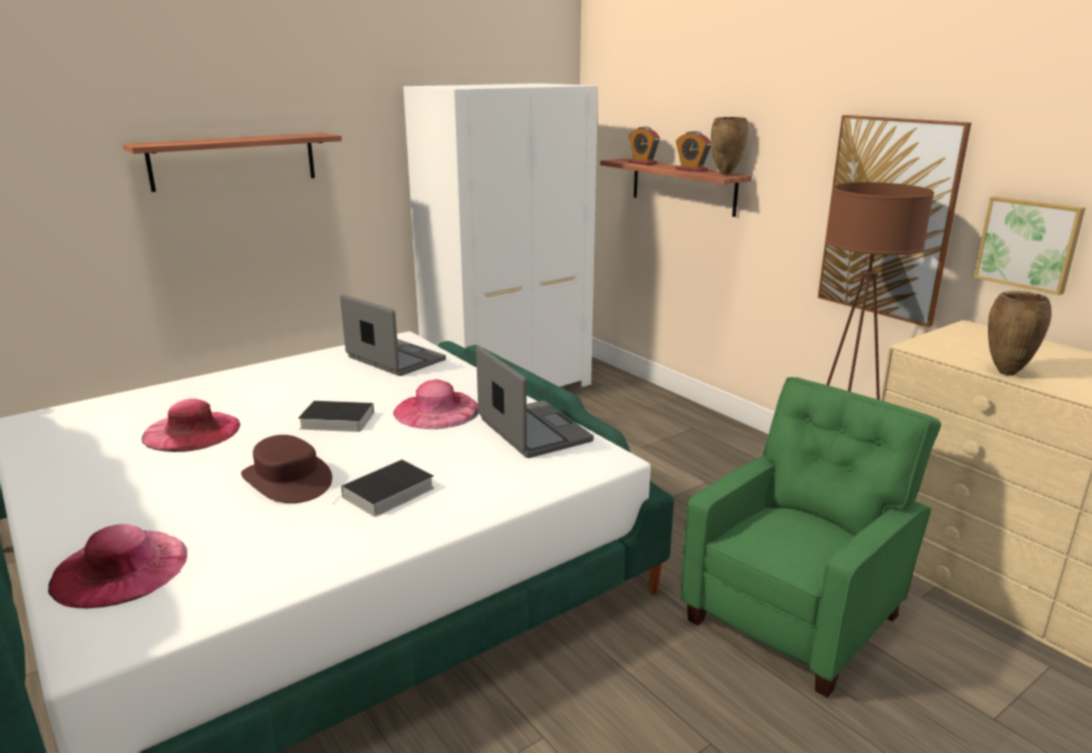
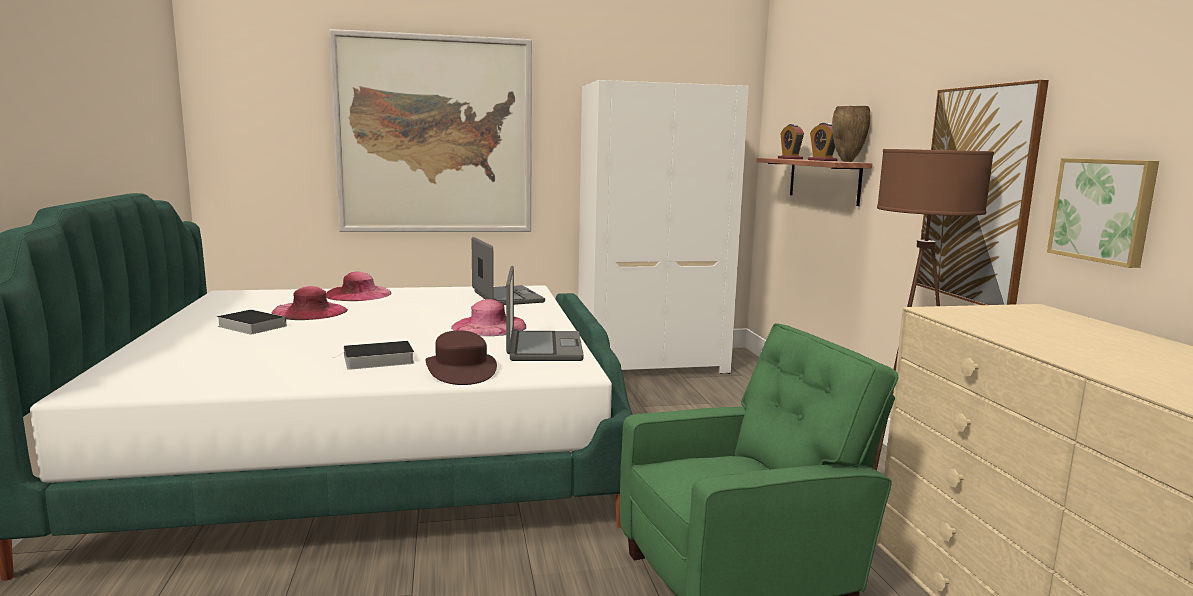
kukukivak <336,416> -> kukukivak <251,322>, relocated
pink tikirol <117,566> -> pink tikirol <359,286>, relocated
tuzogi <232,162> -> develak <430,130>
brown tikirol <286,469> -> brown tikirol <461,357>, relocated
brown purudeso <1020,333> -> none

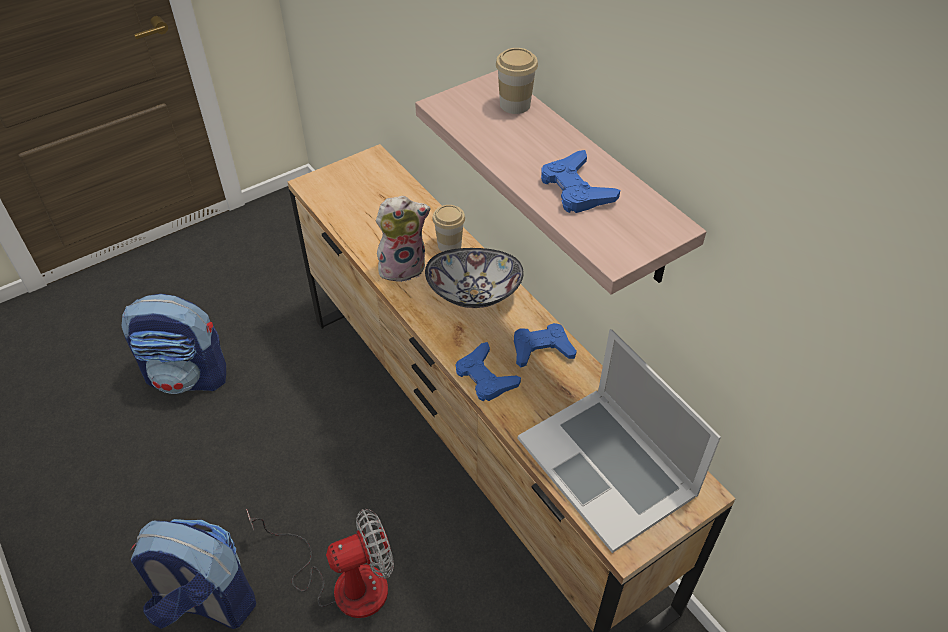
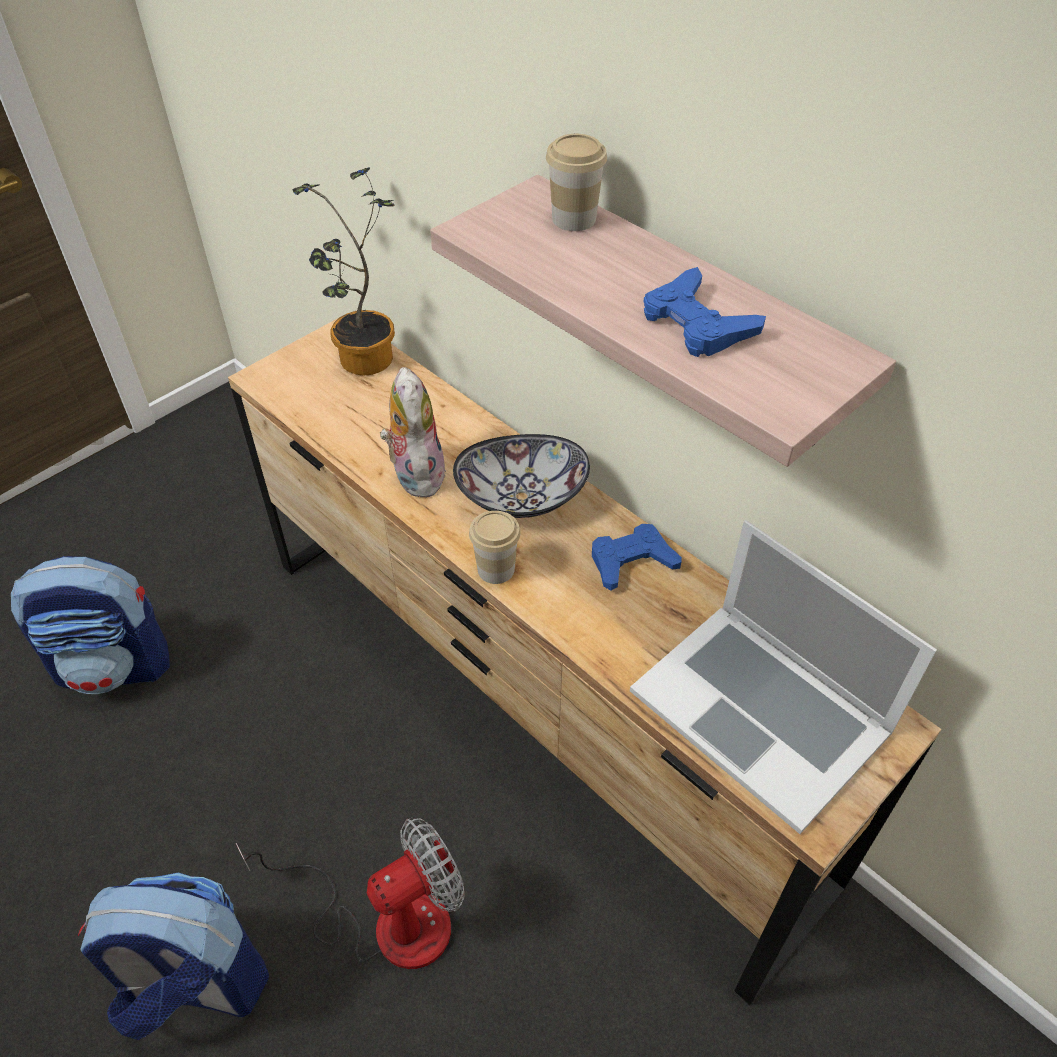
none -> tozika <344,271>
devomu <403,239> -> devomu <413,432>, 75 degrees counterclockwise
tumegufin <448,228> -> tumegufin <495,547>, relocated
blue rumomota <488,371> -> none

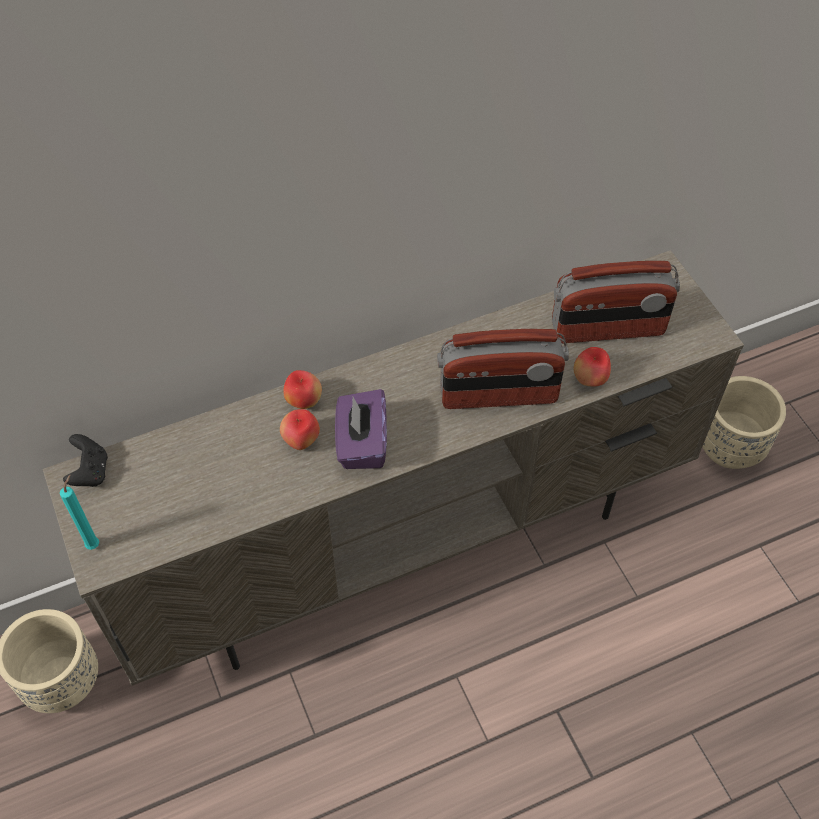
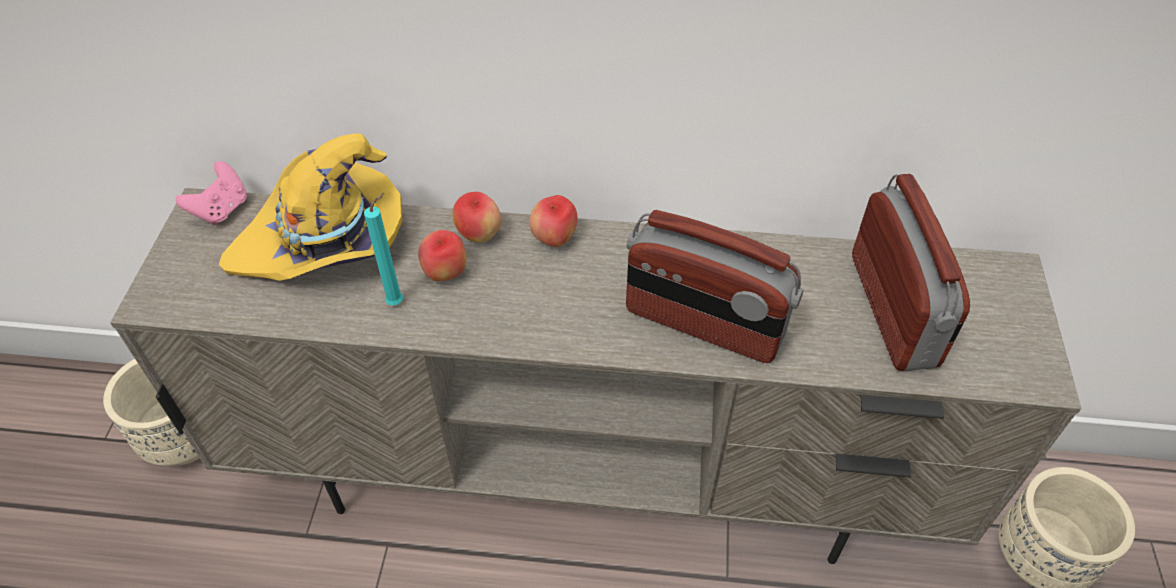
black rumomota <85,460> -> pink rumomota <211,193>
none -> yellow tikirol <310,207>
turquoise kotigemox <79,512> -> turquoise kotigemox <383,249>, relocated
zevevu <592,366> -> zevevu <553,221>, relocated
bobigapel <616,302> -> bobigapel <911,272>, 120 degrees counterclockwise
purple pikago <361,429> -> none

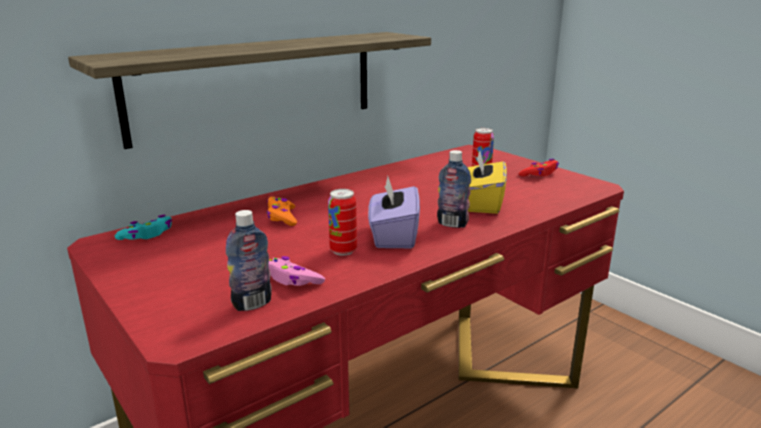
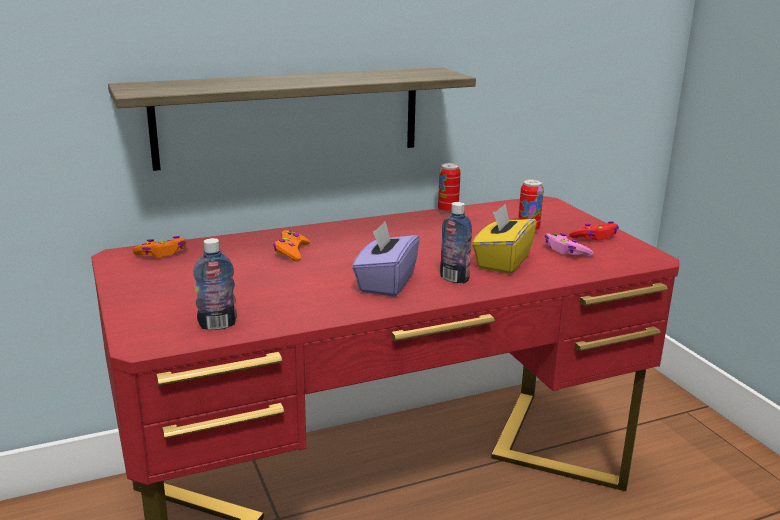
turquoise rumomota <143,227> -> orange rumomota <160,246>
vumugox <342,222> -> vumugox <449,188>, relocated
pink rumomota <297,271> -> pink rumomota <569,245>, relocated

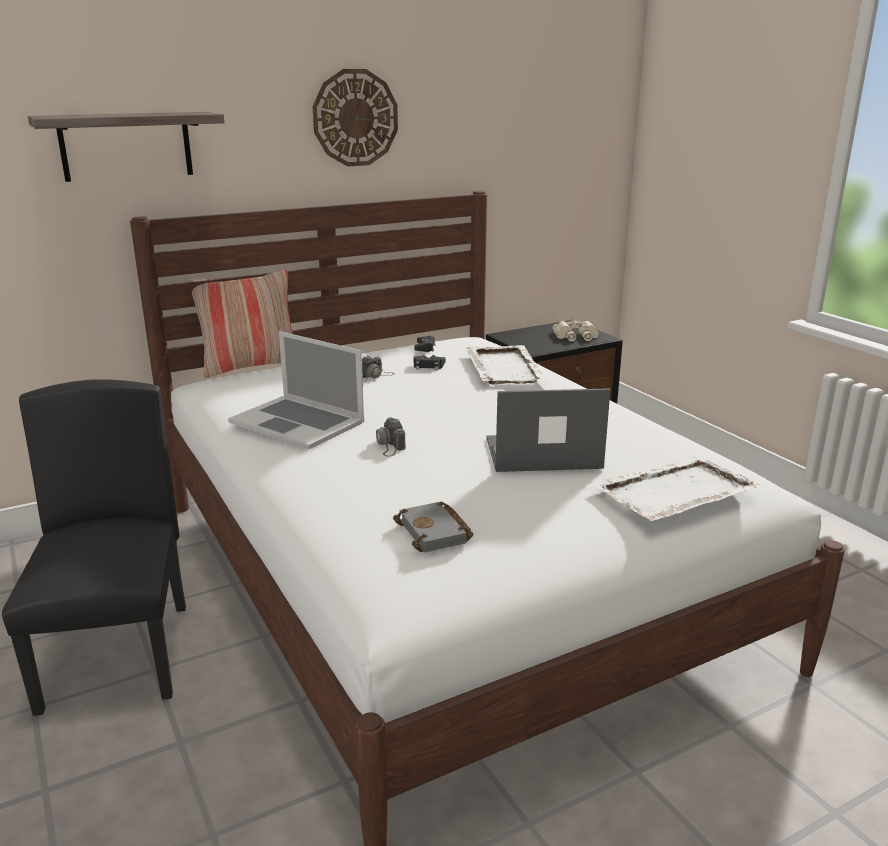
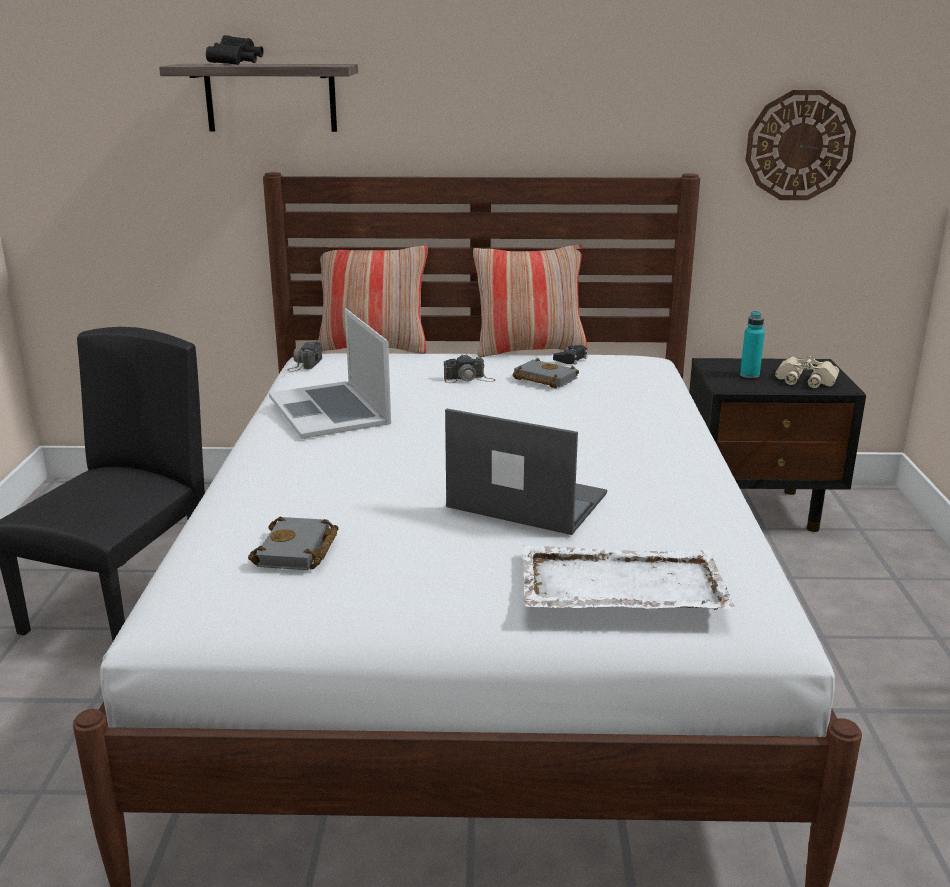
none -> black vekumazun <235,50>
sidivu <391,437> -> sidivu <304,357>, relocated
none -> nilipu <530,300>
black rumomota <429,362> -> grey kukukivak <546,373>
none -> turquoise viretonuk <752,344>
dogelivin <355,117> -> dogelivin <800,145>, relocated
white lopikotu <507,365> -> none

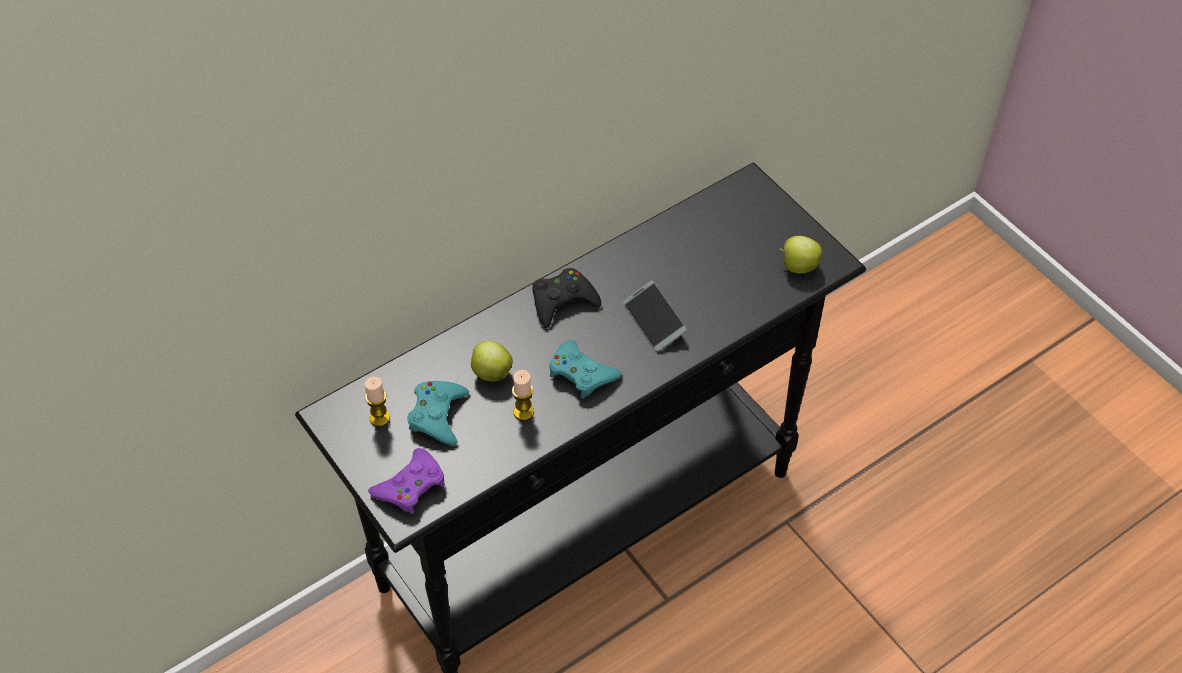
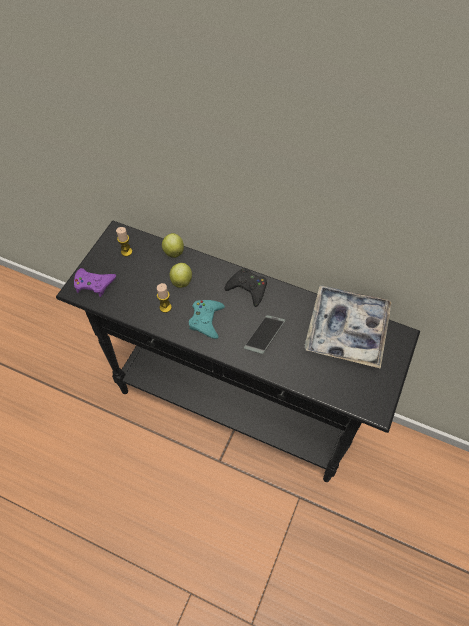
zevevu <800,254> -> zevevu <173,245>, relocated
none -> lopikotu <348,327>
turquoise rumomota <438,413> -> none

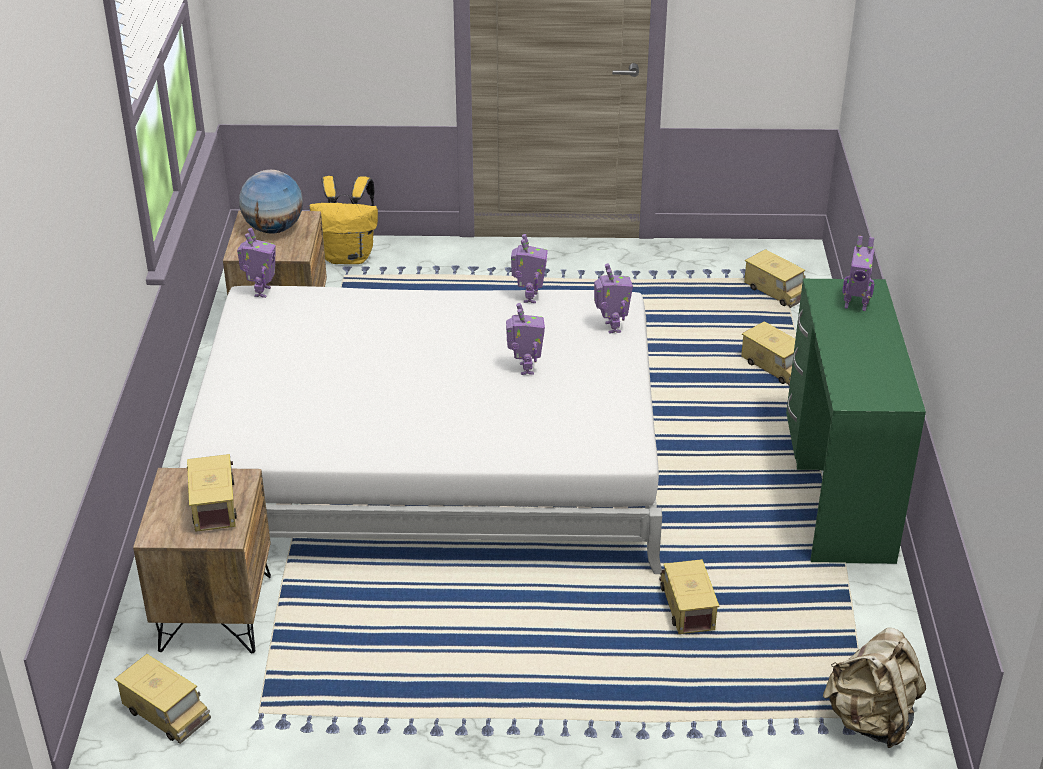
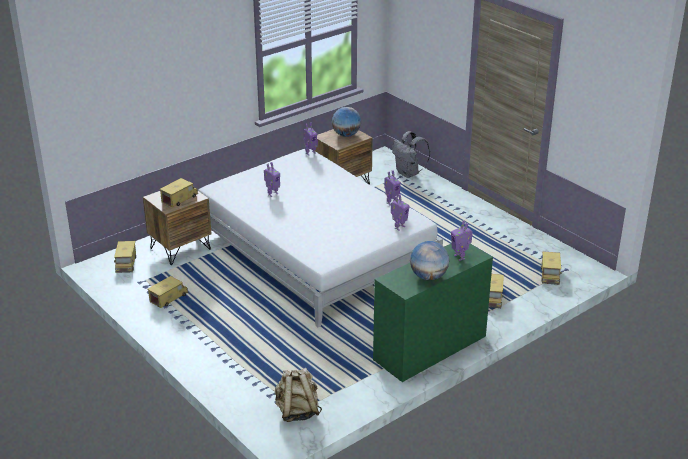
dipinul <689,596> -> dipinul <168,292>, relocated
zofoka <525,339> -> zofoka <272,179>, relocated
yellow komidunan <344,220> -> grey komidunan <411,154>
none -> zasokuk <429,260>

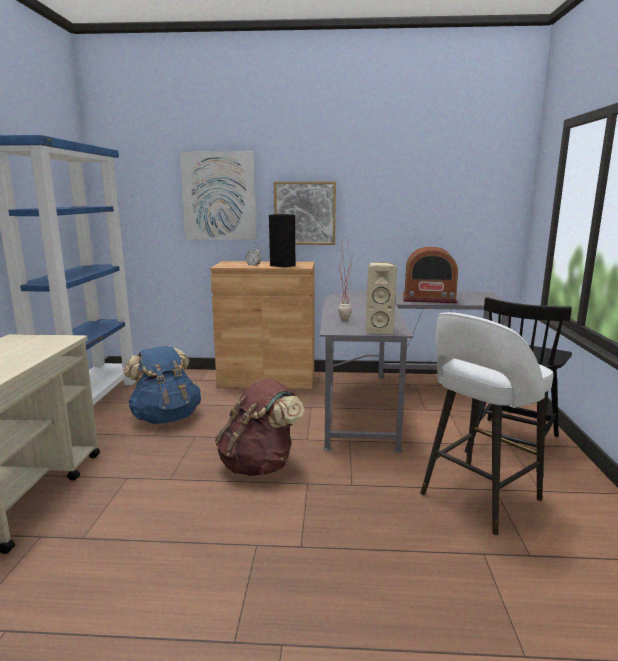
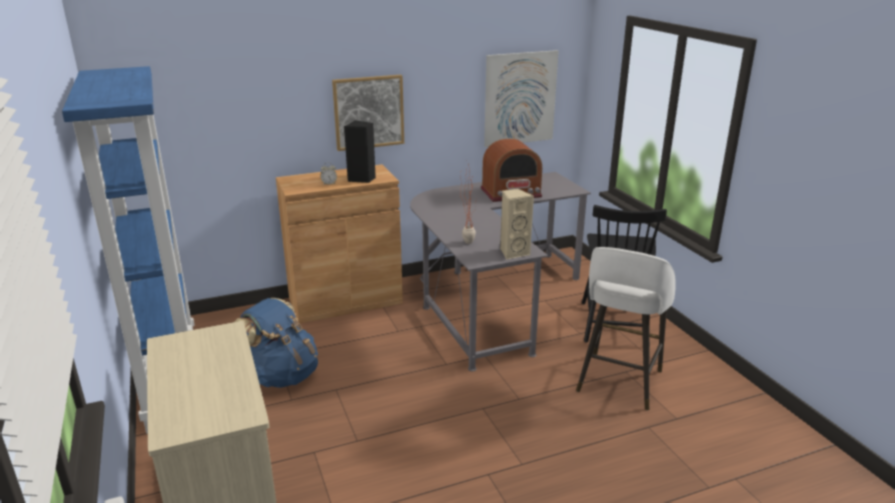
develak <218,195> -> develak <521,98>, relocated
brown komidunan <260,427> -> none

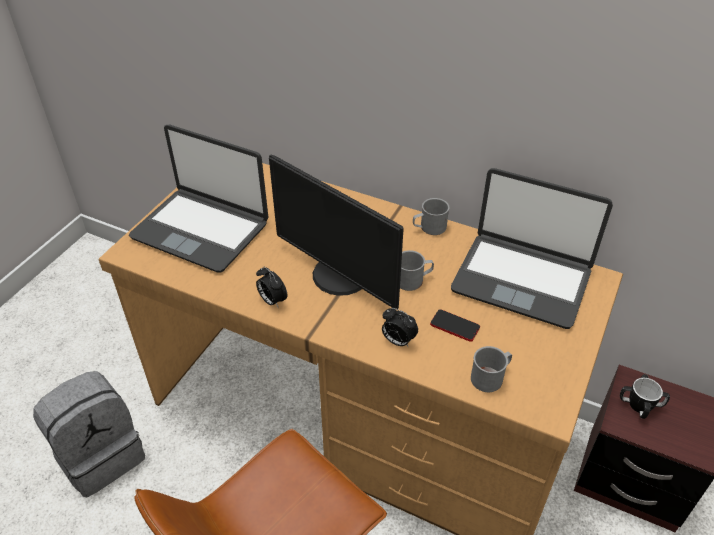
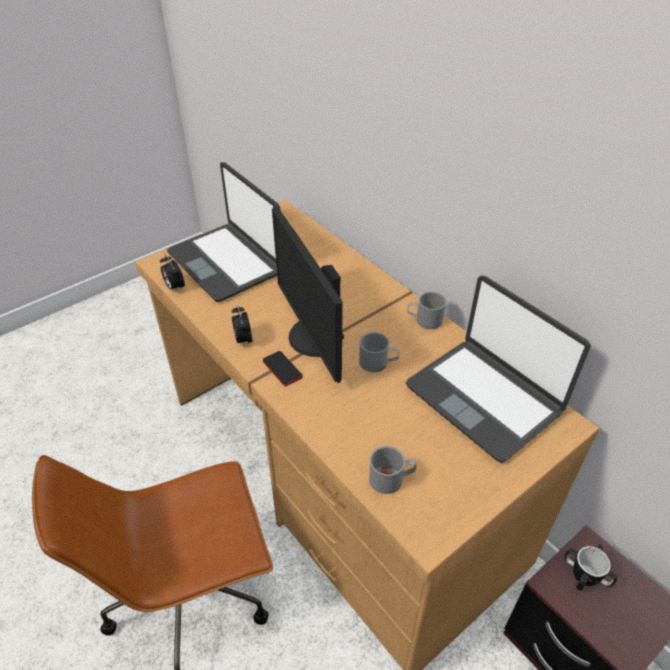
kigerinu <400,327> -> kigerinu <172,274>, relocated
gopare <455,325> -> gopare <283,368>, relocated
grey komidunan <89,434> -> none

